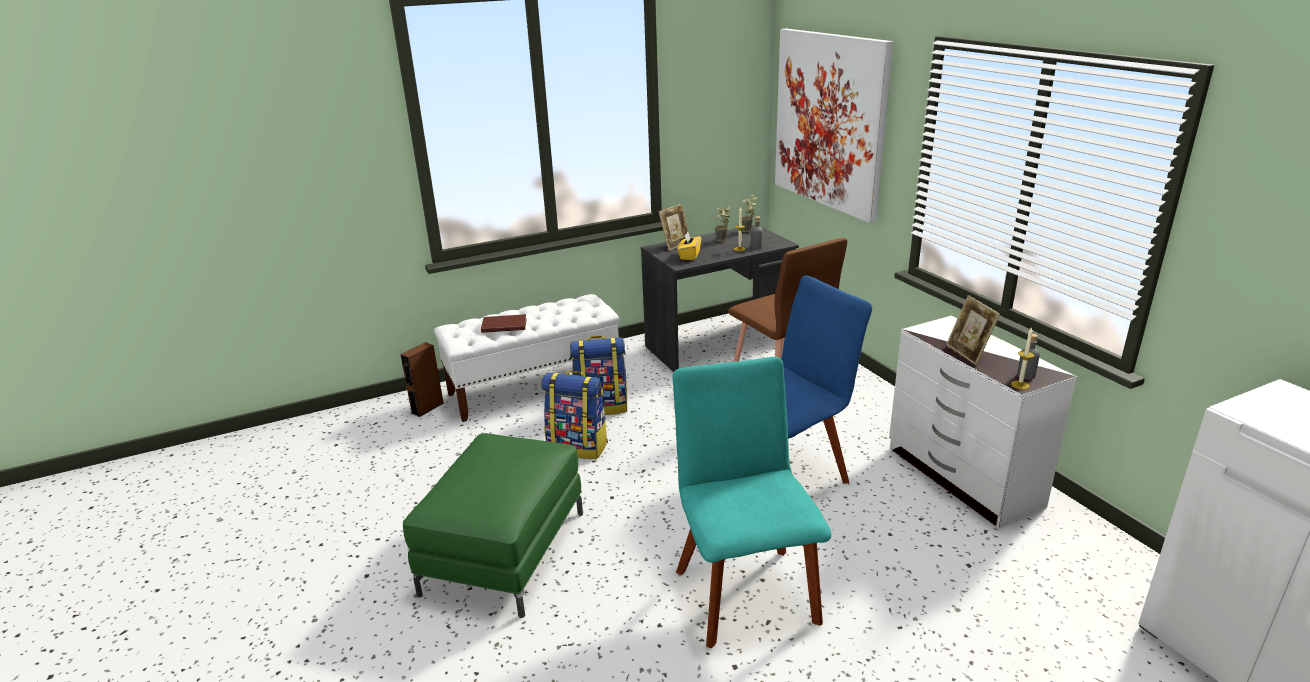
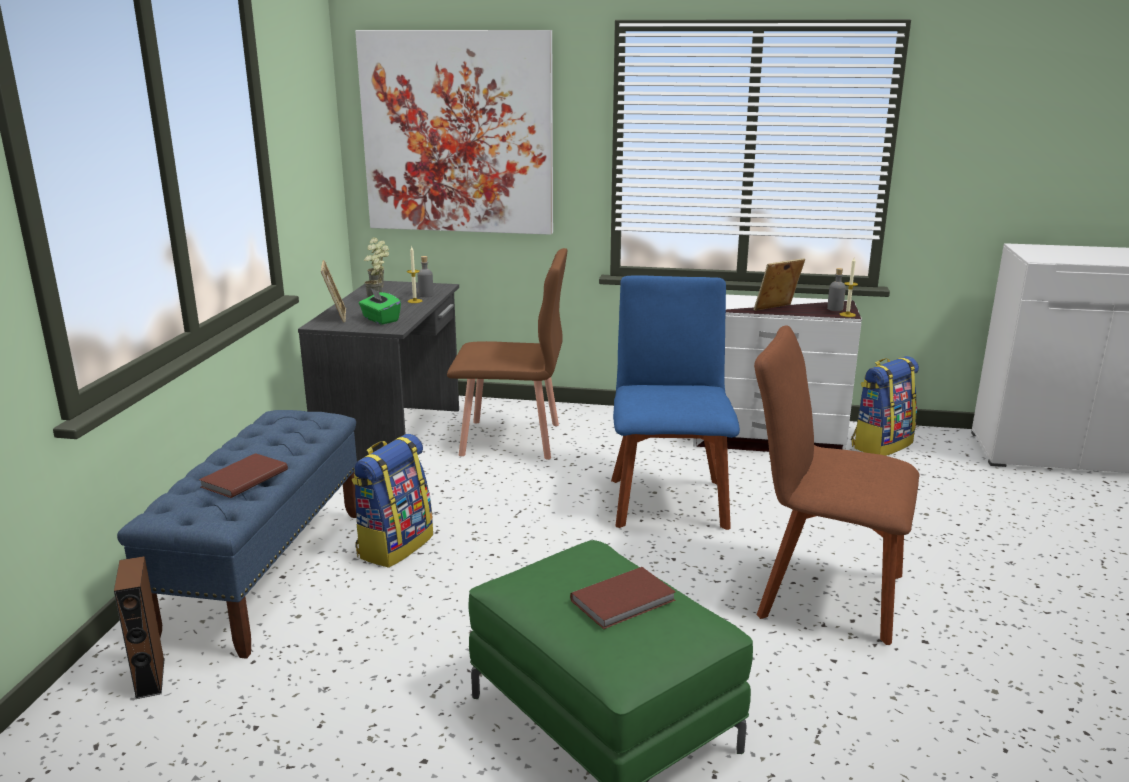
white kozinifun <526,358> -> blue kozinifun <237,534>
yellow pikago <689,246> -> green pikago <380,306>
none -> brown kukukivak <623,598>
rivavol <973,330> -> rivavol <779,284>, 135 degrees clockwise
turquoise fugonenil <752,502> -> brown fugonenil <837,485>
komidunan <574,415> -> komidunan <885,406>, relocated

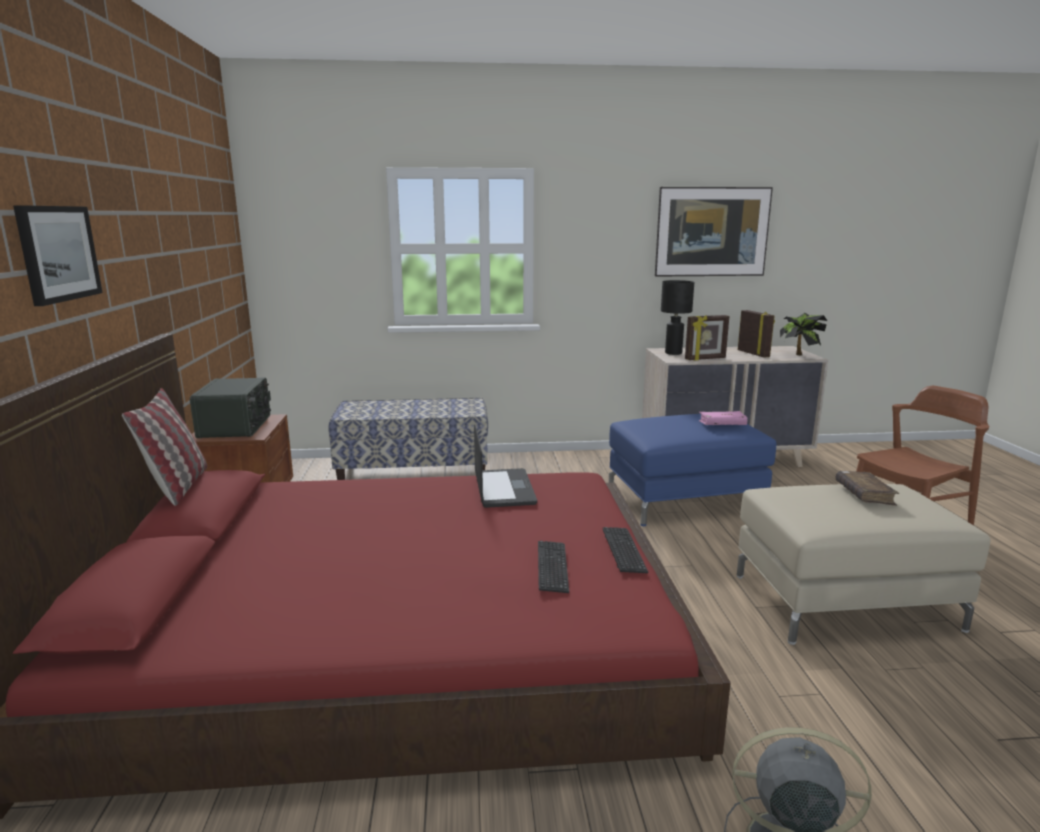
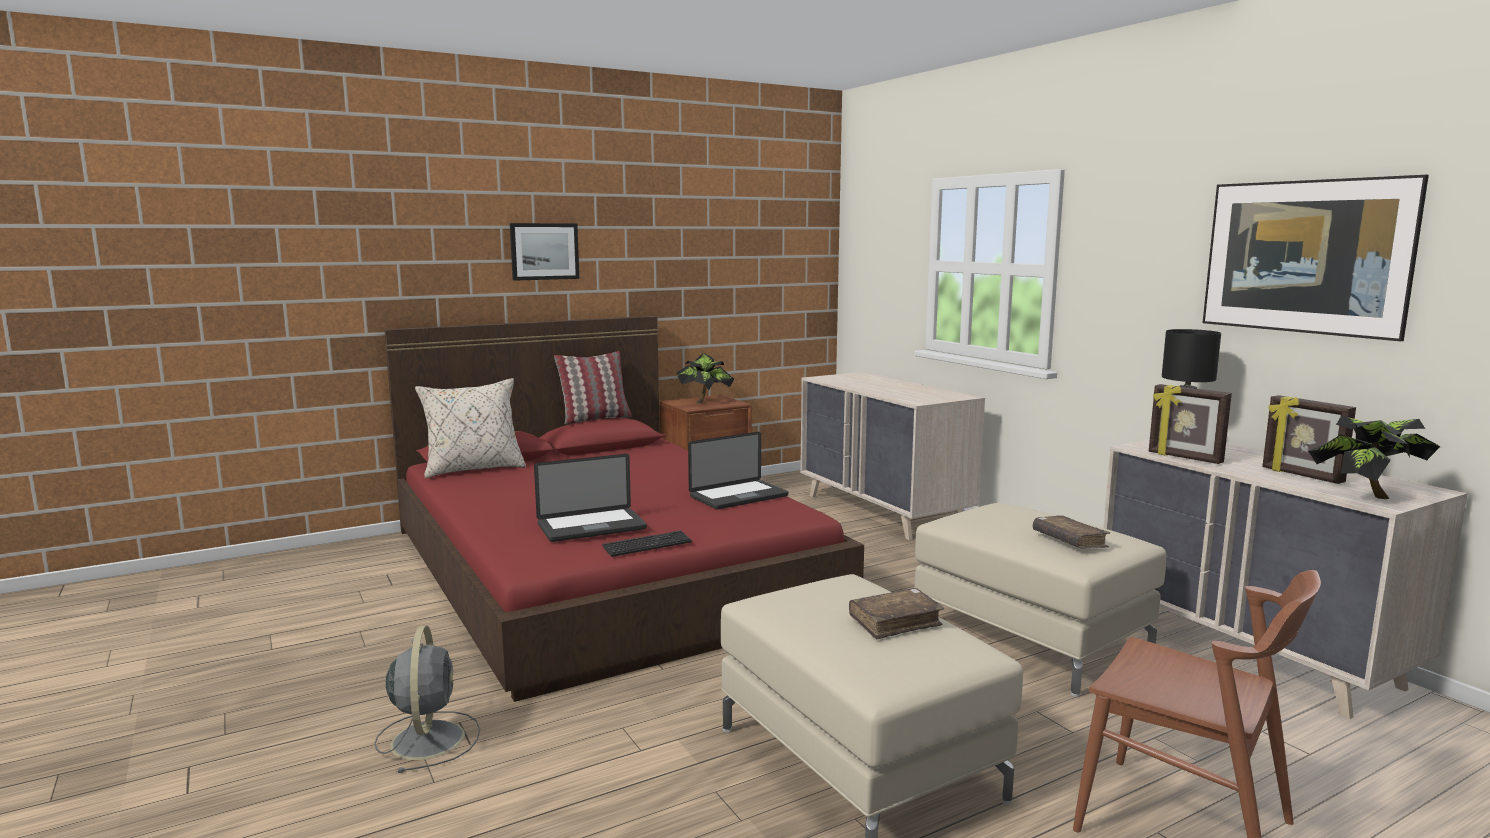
none -> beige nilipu <470,428>
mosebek <553,567> -> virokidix <590,498>
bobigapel <230,407> -> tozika <705,378>
kozinifun <408,439> -> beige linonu <892,456>
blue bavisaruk <692,470> -> beige bavisaruk <1040,600>
pink kukukivak <723,418> -> brown kukukivak <1071,532>
rivavol <756,334> -> rivavol <1309,439>, 105 degrees clockwise

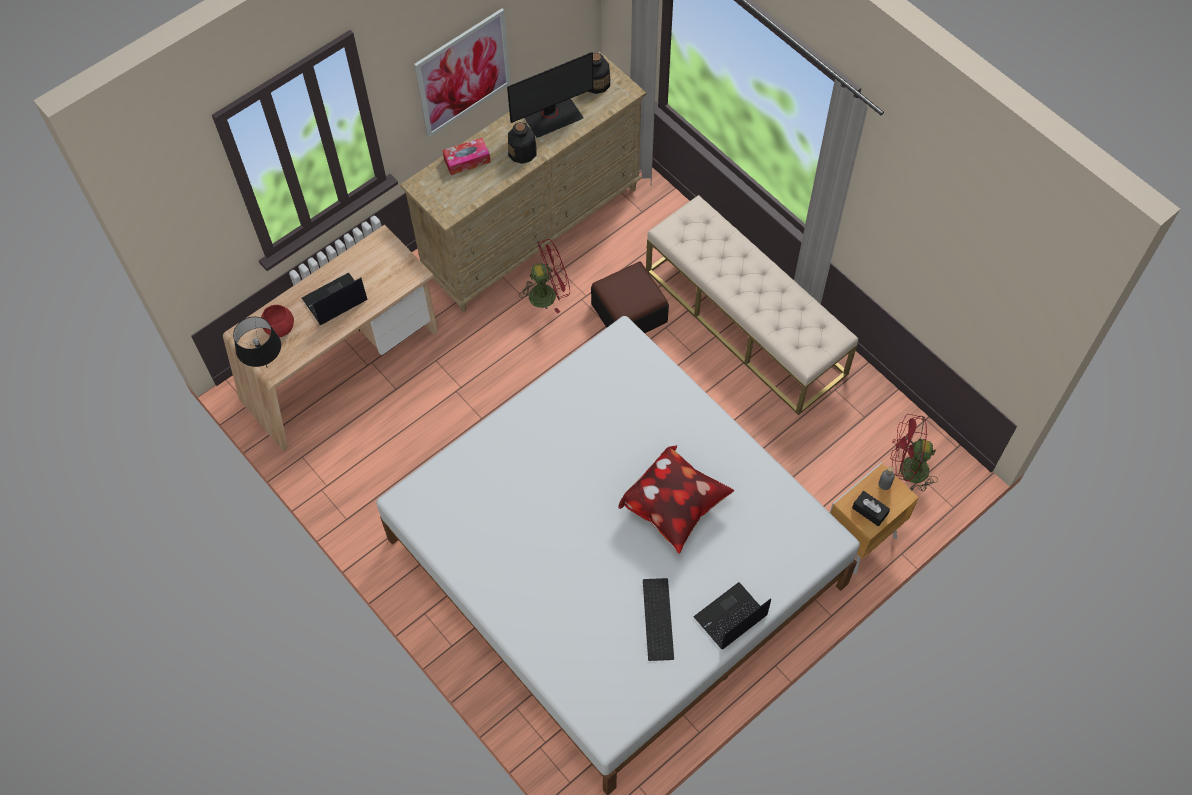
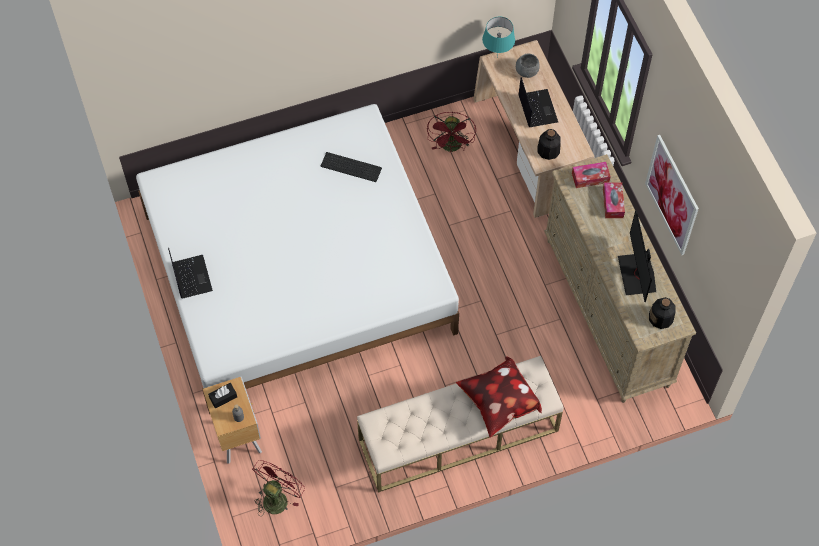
mosebek <658,619> -> mosebek <351,167>, relocated
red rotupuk <544,276> -> red rotupuk <451,132>, relocated
nilipu <676,499> -> nilipu <499,397>, relocated
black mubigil <257,342> -> turquoise mubigil <498,37>
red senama <277,321> -> grey senama <528,66>
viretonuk <522,143> -> viretonuk <549,144>, relocated
none -> pikago <591,175>
bavisaruk <630,297> -> none

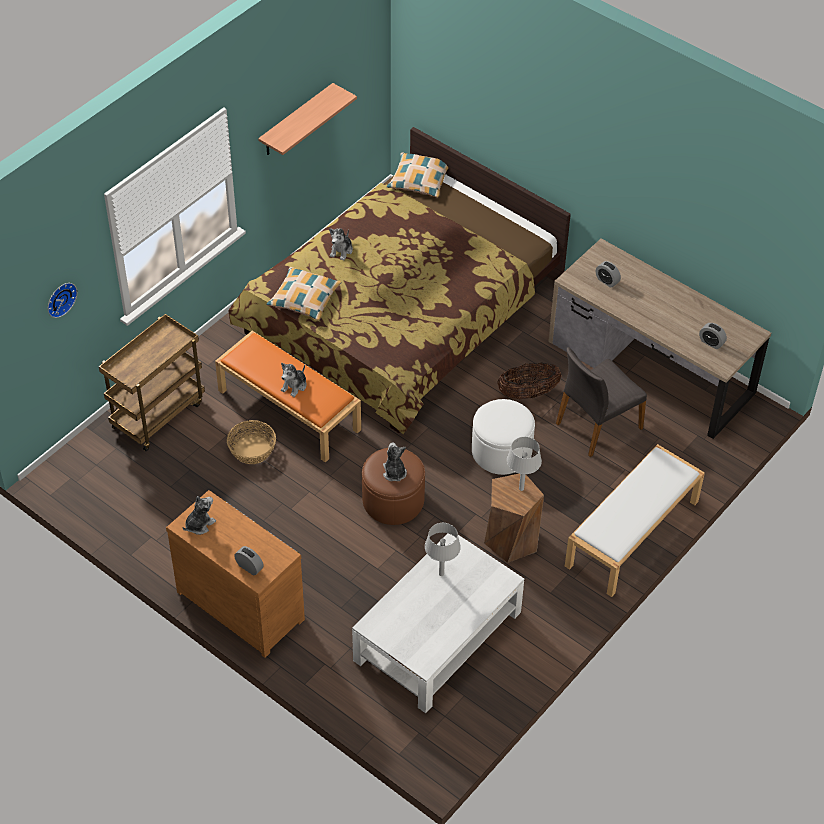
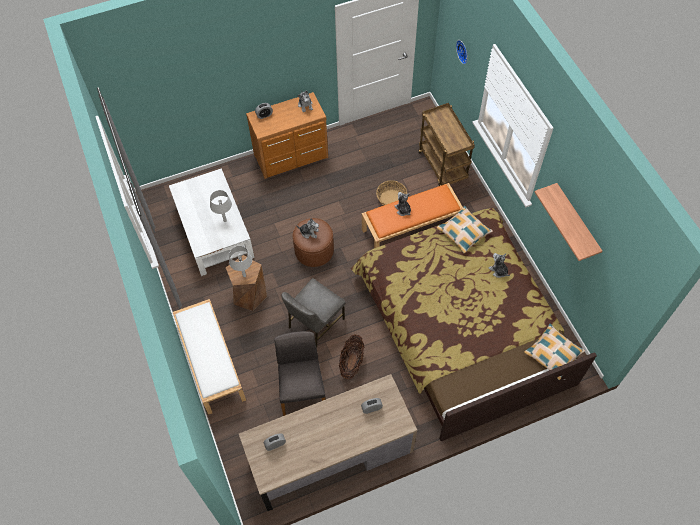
white bavisaruk <503,437> -> grey fugonenil <314,313>

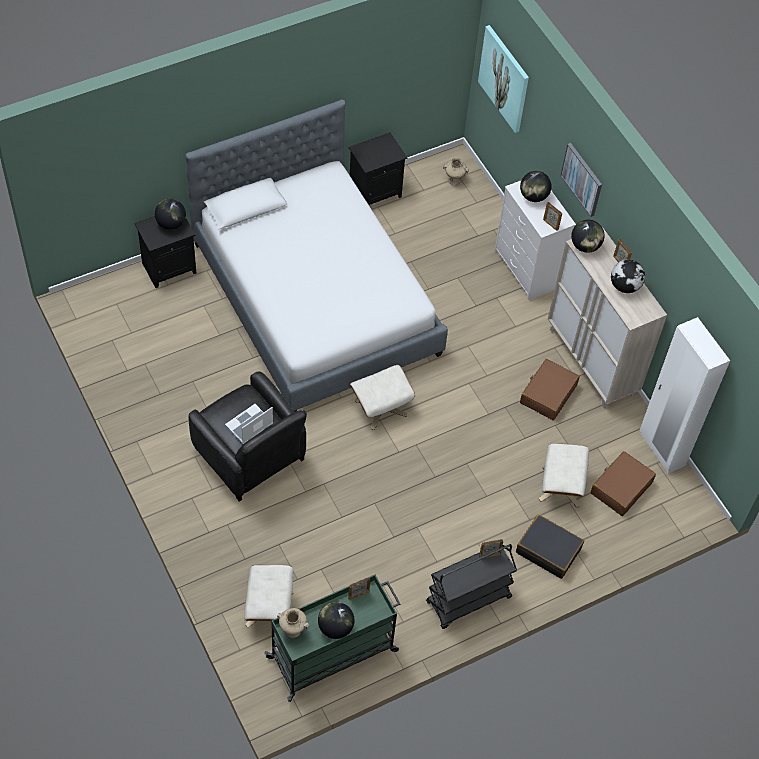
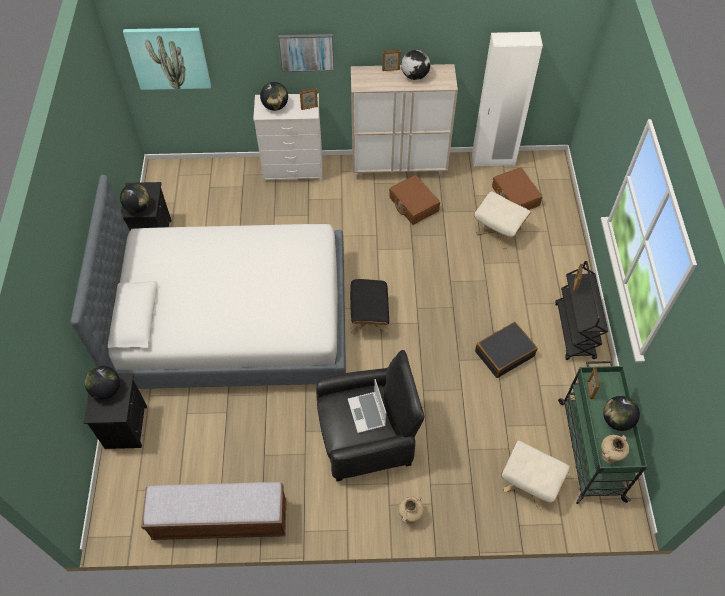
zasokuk <588,236> -> zasokuk <135,198>, relocated
none -> kozinifun <213,511>
beige bavisaruk <382,397> -> black bavisaruk <369,307>
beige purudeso <456,172> -> beige purudeso <411,509>, relocated
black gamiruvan <550,547> -> black gamiruvan <506,350>, relocated

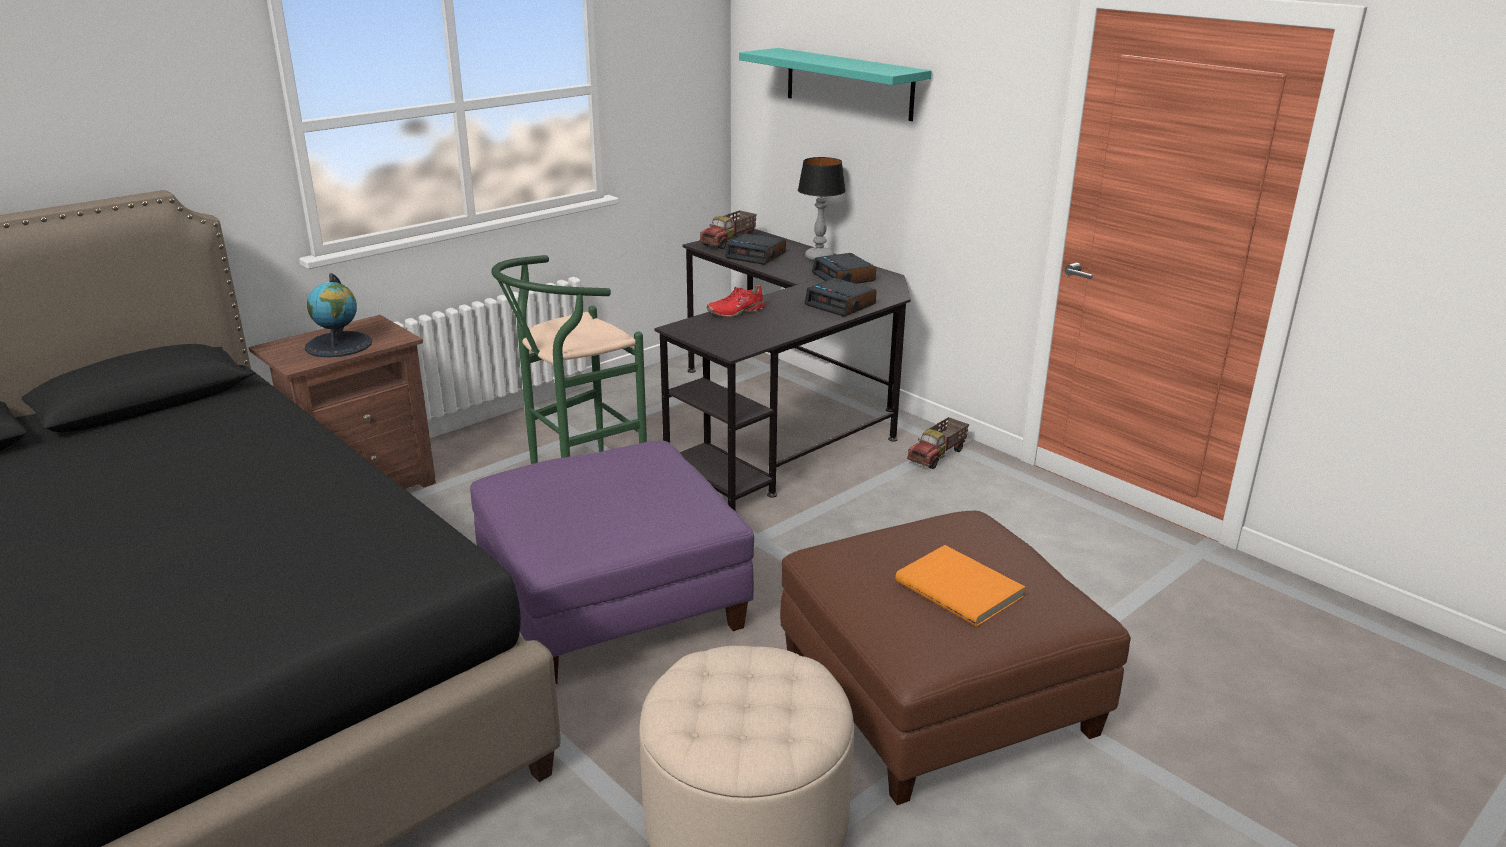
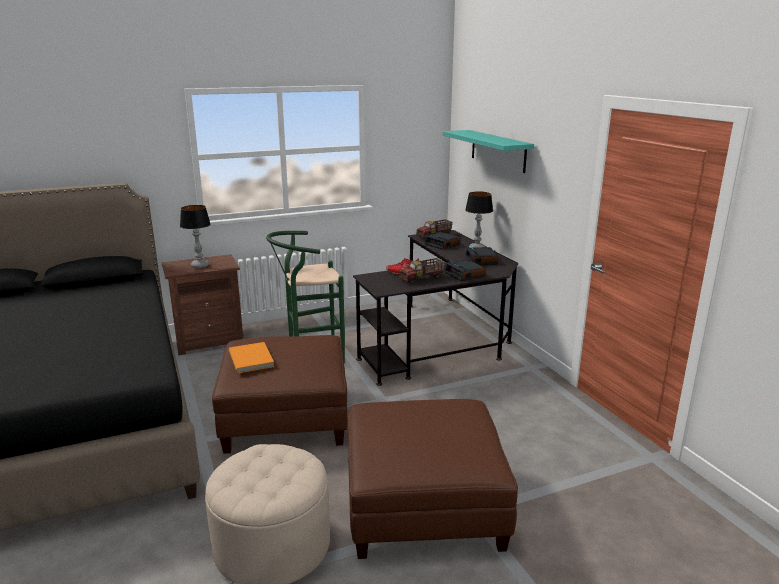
zasokuk <338,315> -> mubigil <195,236>
purple bavisaruk <612,562> -> brown bavisaruk <280,394>
orange kukukivak <960,586> -> orange kukukivak <251,357>, relocated
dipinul <938,443> -> dipinul <422,271>, relocated

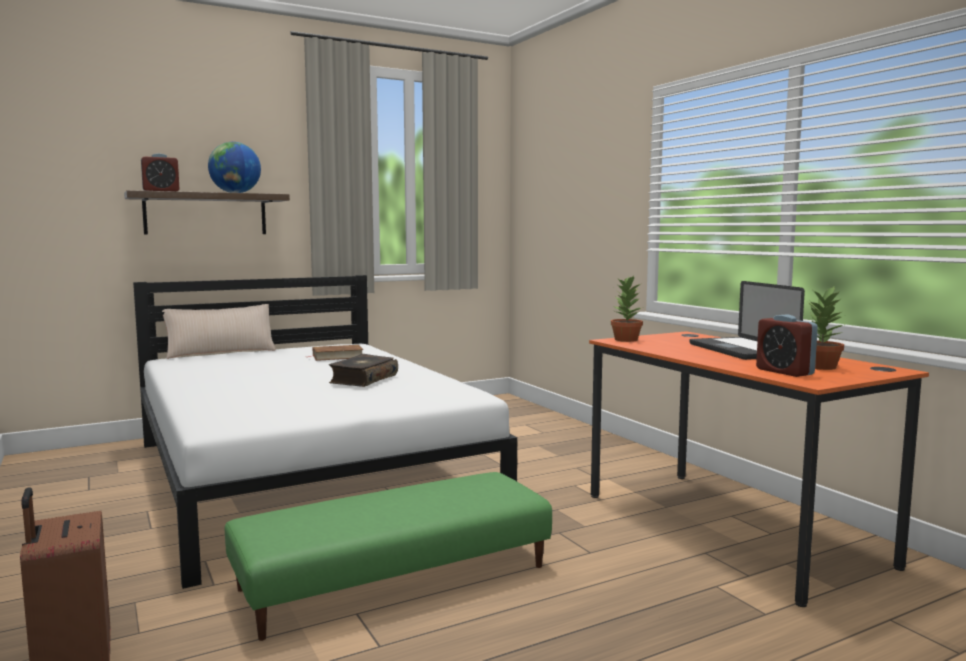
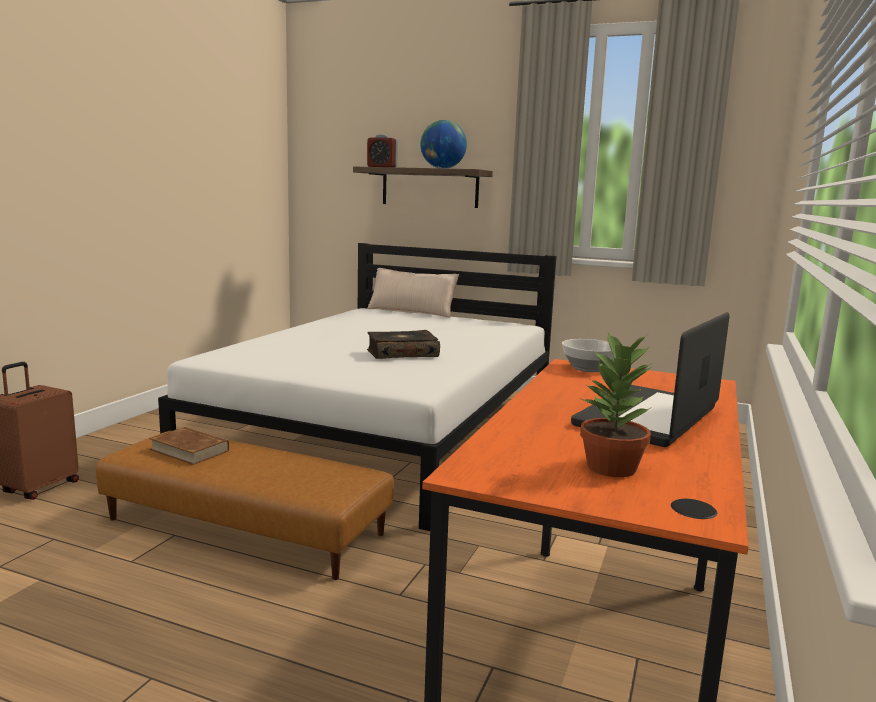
green bavisaruk <388,556> -> brown bavisaruk <245,505>
brown kukukivak <336,353> -> brown kukukivak <189,446>, relocated
tozika <627,308> -> senama <588,355>
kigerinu <787,346> -> none

